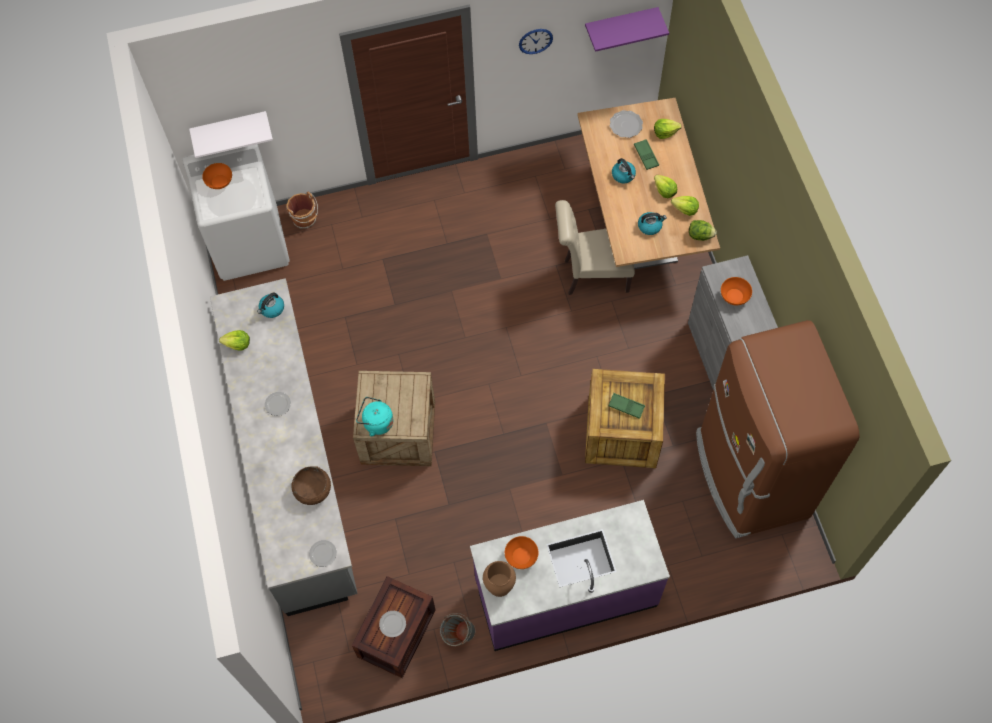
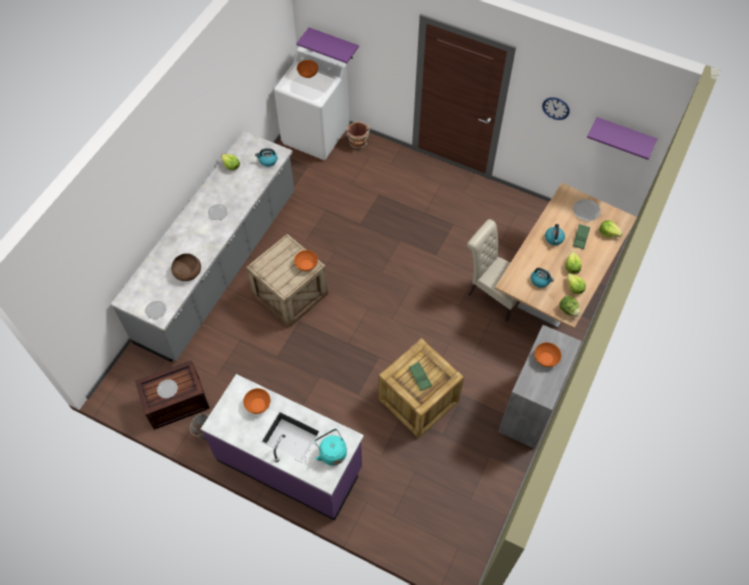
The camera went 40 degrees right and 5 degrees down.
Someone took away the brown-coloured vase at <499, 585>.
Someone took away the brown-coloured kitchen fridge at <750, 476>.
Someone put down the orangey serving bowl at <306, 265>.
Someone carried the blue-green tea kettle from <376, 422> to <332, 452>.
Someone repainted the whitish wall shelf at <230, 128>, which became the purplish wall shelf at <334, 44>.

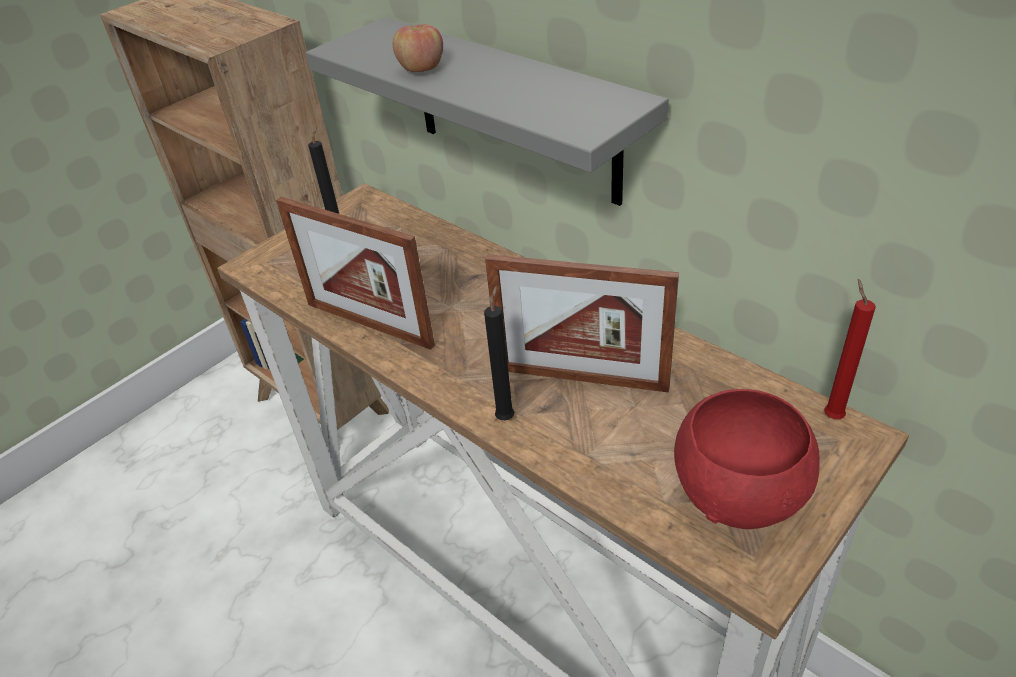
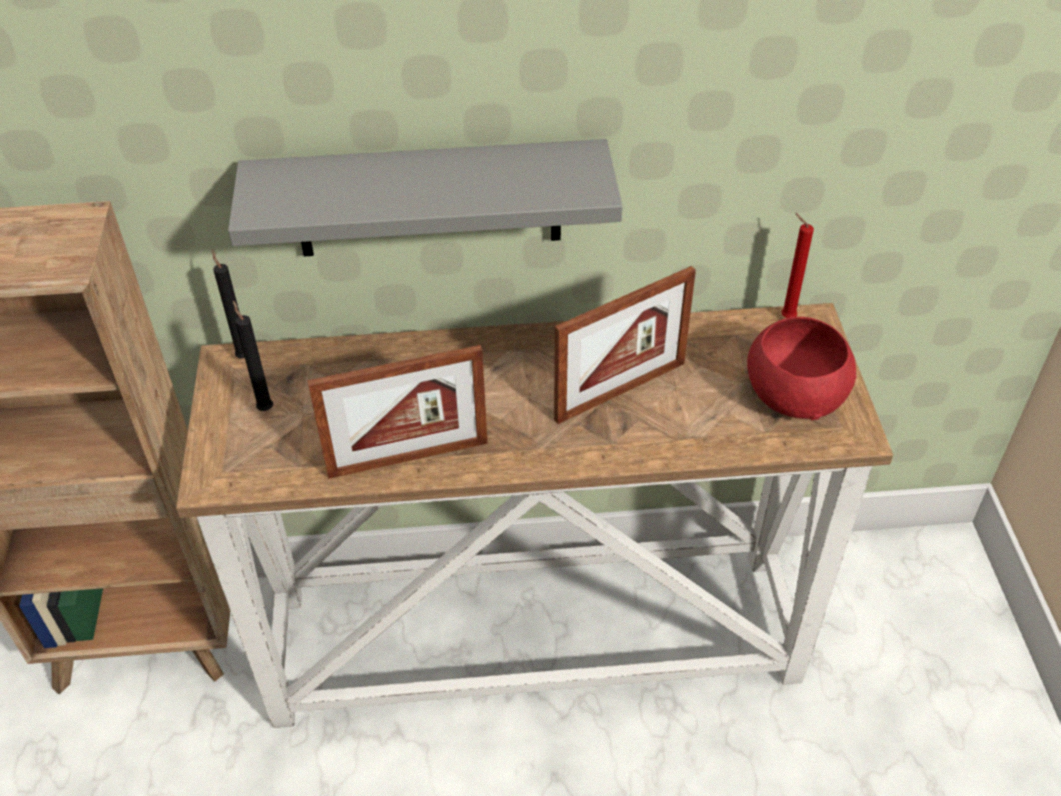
The camera went 50 degrees left and 5 degrees up.
Someone took away the whole apple at <421, 69>.
Someone carried the black wax candle from <506, 416> to <243, 356>.

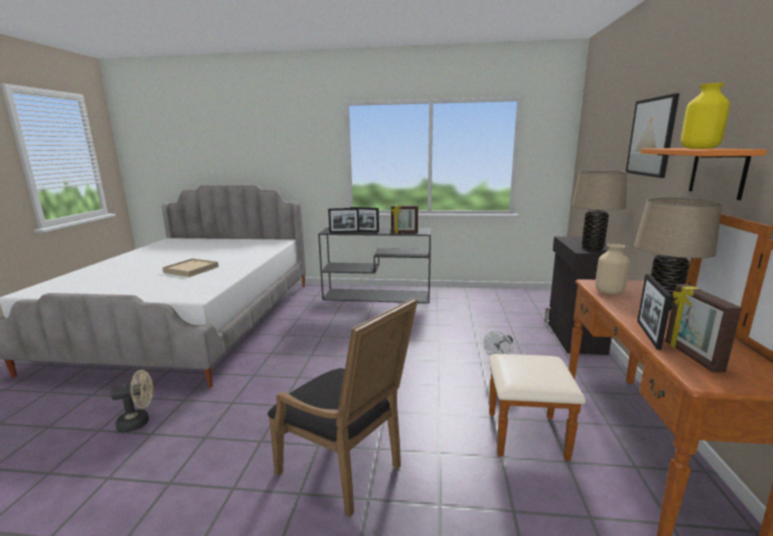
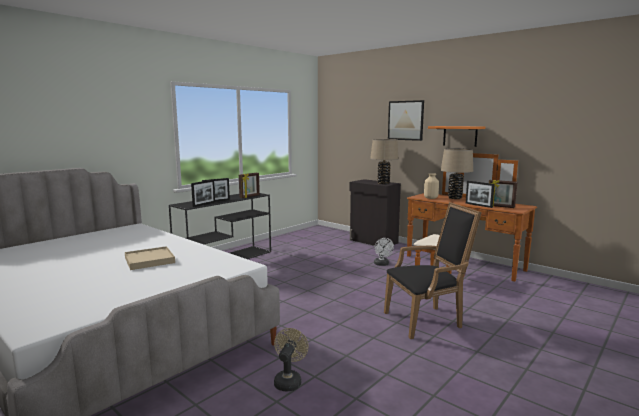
The camera went 55 degrees left and 5 degrees down.
Someone took away the yellow vase at <698, 148>.

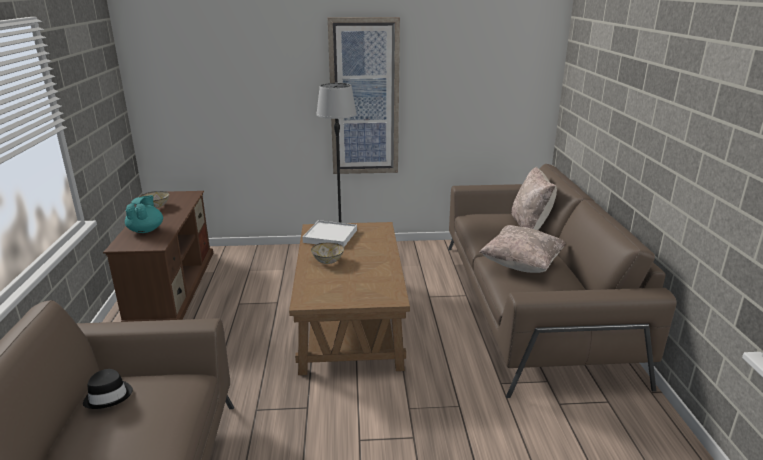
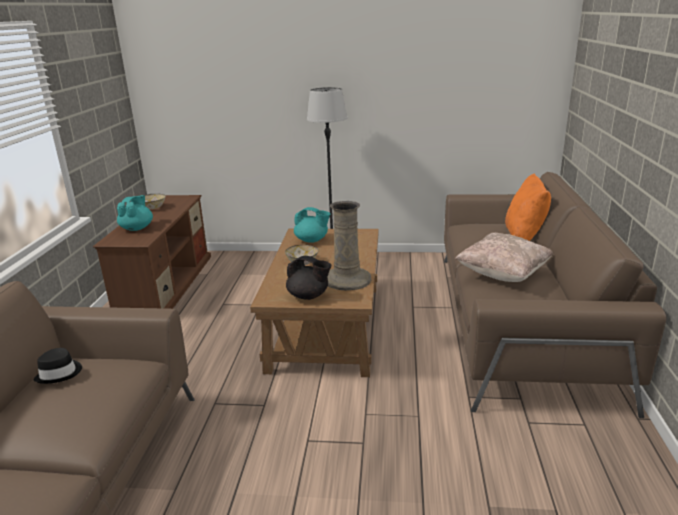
The camera went 10 degrees right and 0 degrees up.
Someone took away the picture at <364, 98>.
Someone put down the black pot for tea at <308, 296>.
Someone put down the beige vase at <347, 280>.
Someone swapped the whitish carrying tray at <330, 236> for the blue-green pot for tea at <312, 240>.
Someone repainted the beige cushion at <530, 226>, which became the orangey cushion at <524, 237>.

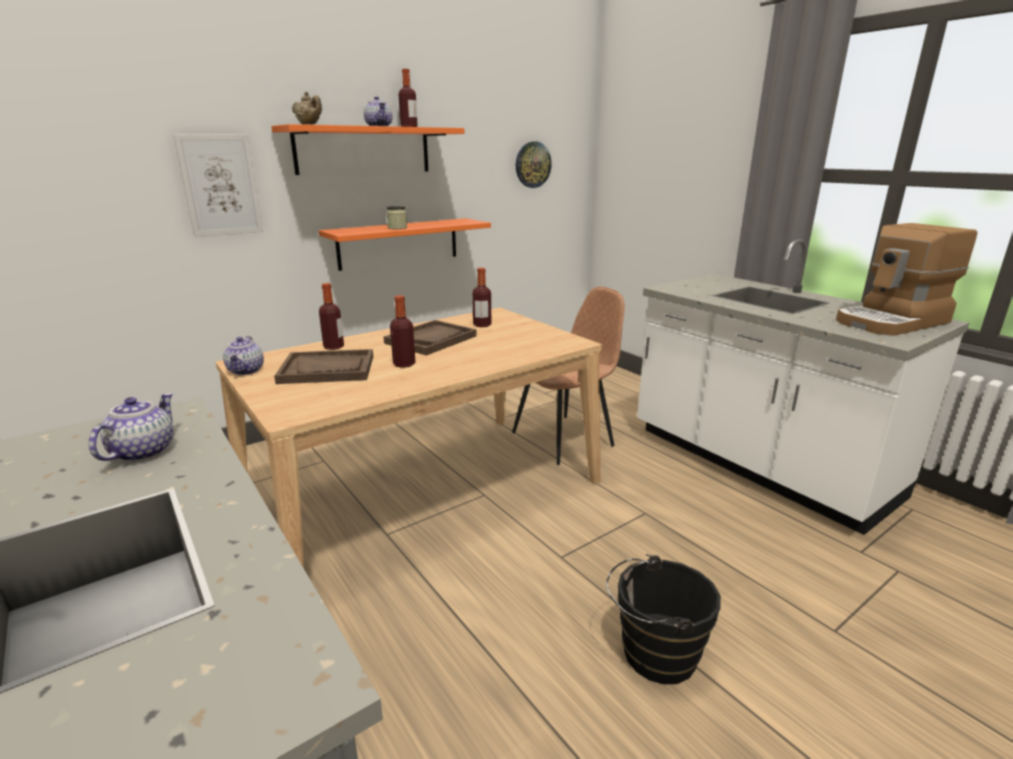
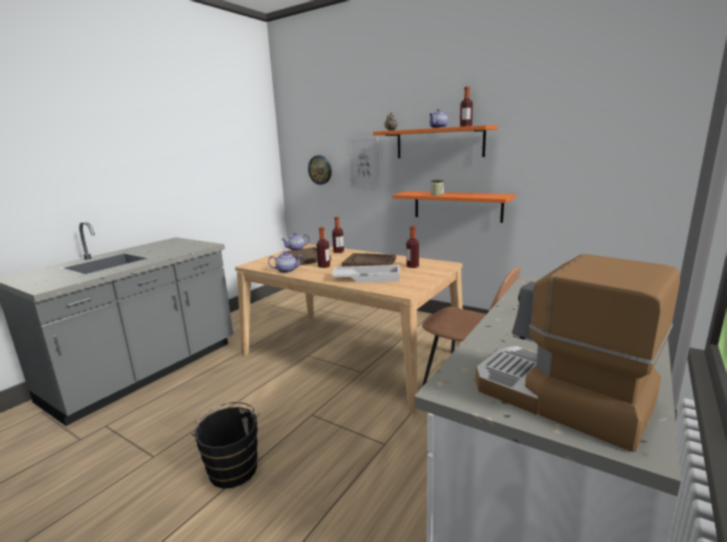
The camera went 70 degrees right and 5 degrees down.
Someone put down the whitish carrying tray at <367, 278>.
Someone carried the pot for tea from <143, 451> to <286, 270>.
Someone carried the wall clock from <532, 164> to <320, 170>.

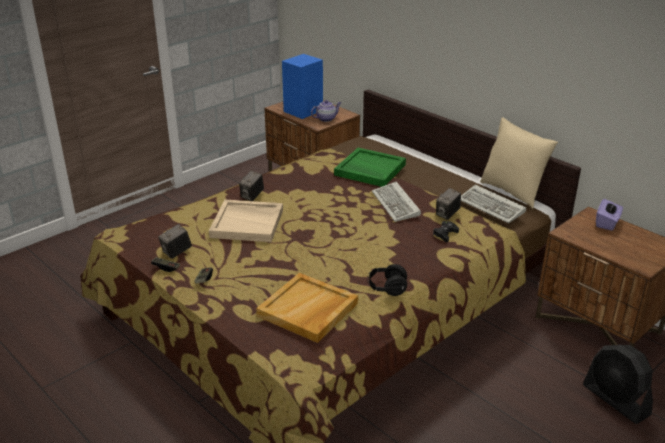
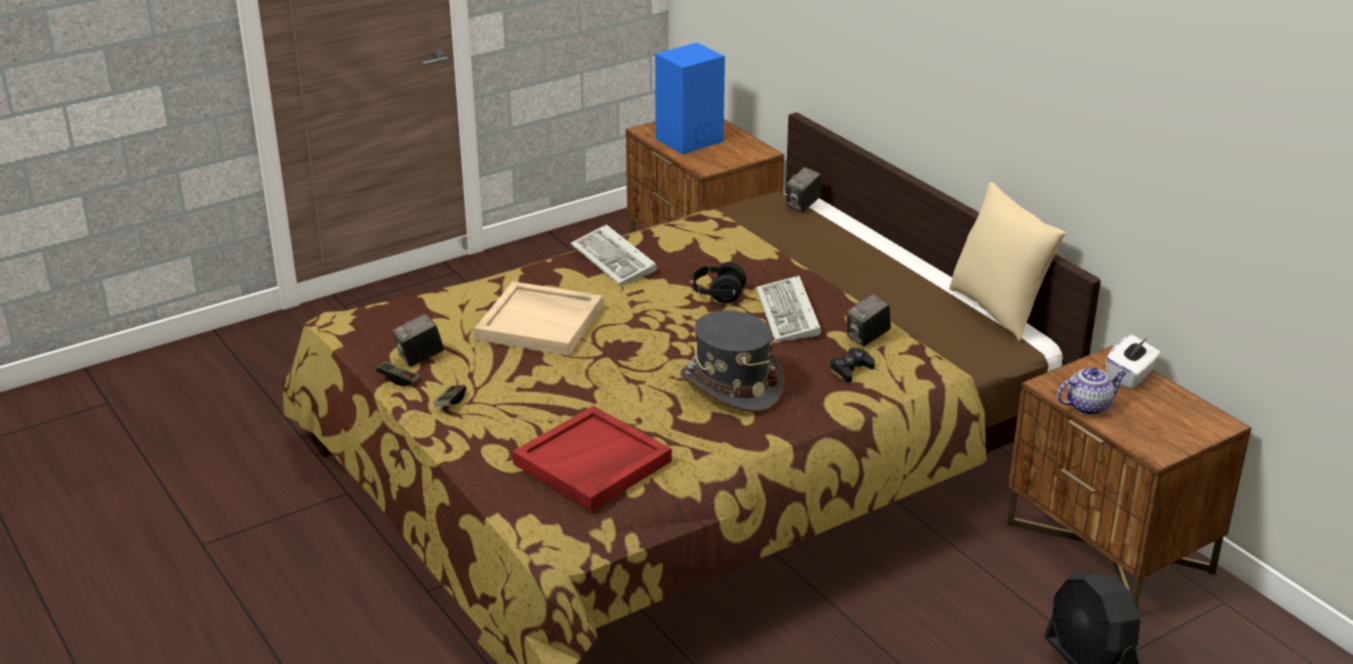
The camera went 10 degrees right and 0 degrees up.
Someone took away the green carrying tray at <369, 170>.
Someone put down the greyish wearable hat at <731, 385>.
Someone carried the photo camera from <252, 196> to <803, 205>.
Someone carried the pot for tea from <326, 119> to <1088, 406>.
Someone carried the black headphones from <386, 289> to <717, 295>.
Someone carried the PC keyboard from <492, 207> to <615, 260>.
Someone repainted the beige carrying tray at <308, 310>, which became the red carrying tray at <592, 463>.
Someone repainted the purplish box of tissues at <607, 223>, which became the whitish box of tissues at <1130, 376>.

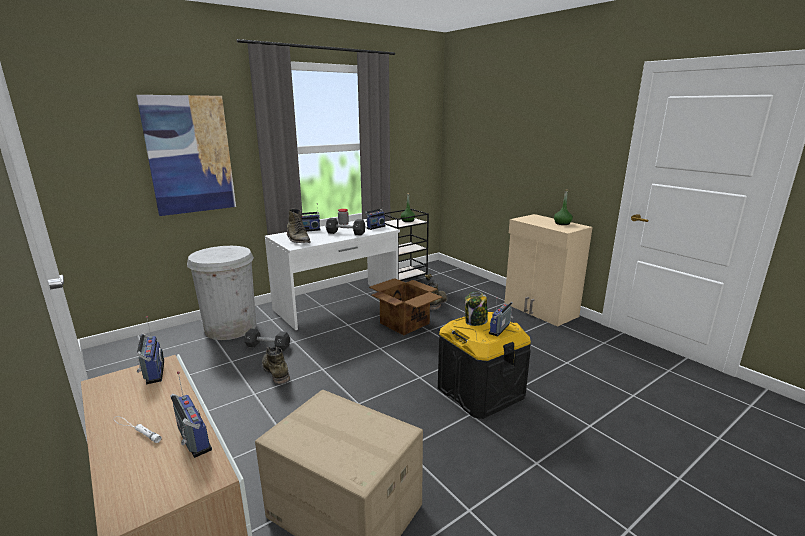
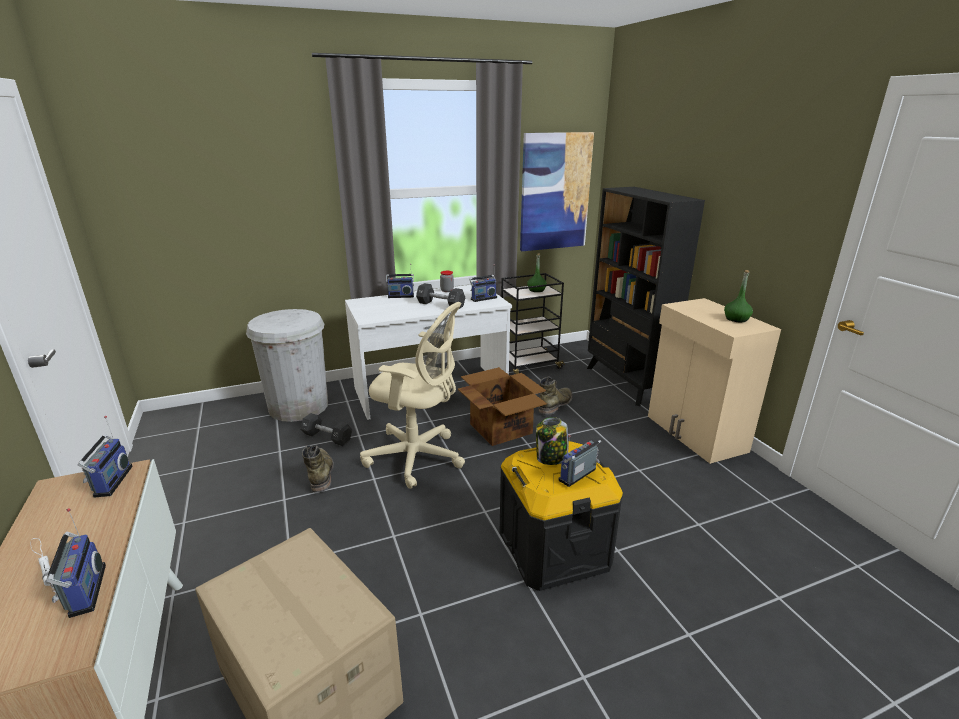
The camera went 15 degrees right and 5 degrees up.
Someone took away the green tall boot at <298, 240>.
Someone put down the beige desk chair at <418, 458>.
Someone put down the black bookcase at <625, 383>.
Someone carried the picture from <189, 155> to <555, 192>.

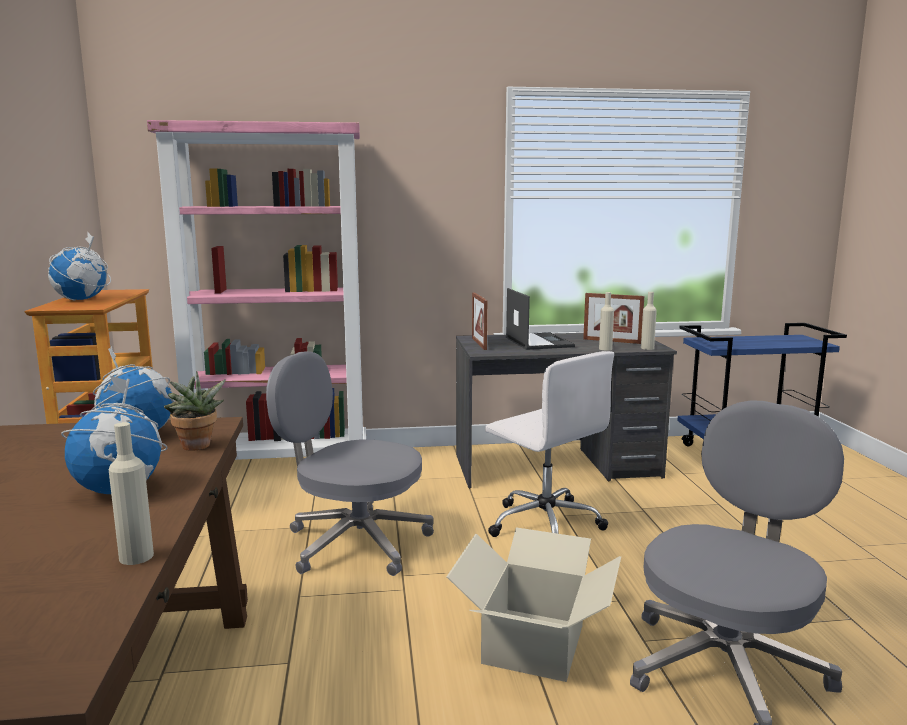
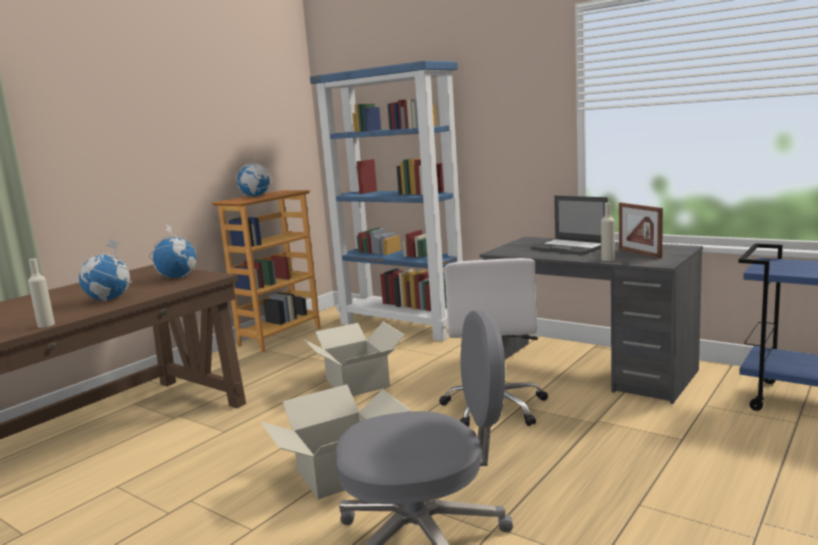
The camera went 45 degrees right and 0 degrees up.
Someone took away the houseplant at <197, 447>.
Someone took away the photo frame at <479, 344>.
Someone took away the beige bottle at <647, 348>.
Someone swapped the greyish desk chair at <354, 542> for the cardboard box at <358, 383>.
Someone repainted the pink-coloured bookcase at <281, 465>, which became the blue-coloured bookcase at <403, 325>.
Someone rotated the laptop at <538, 342> by 105 degrees clockwise.

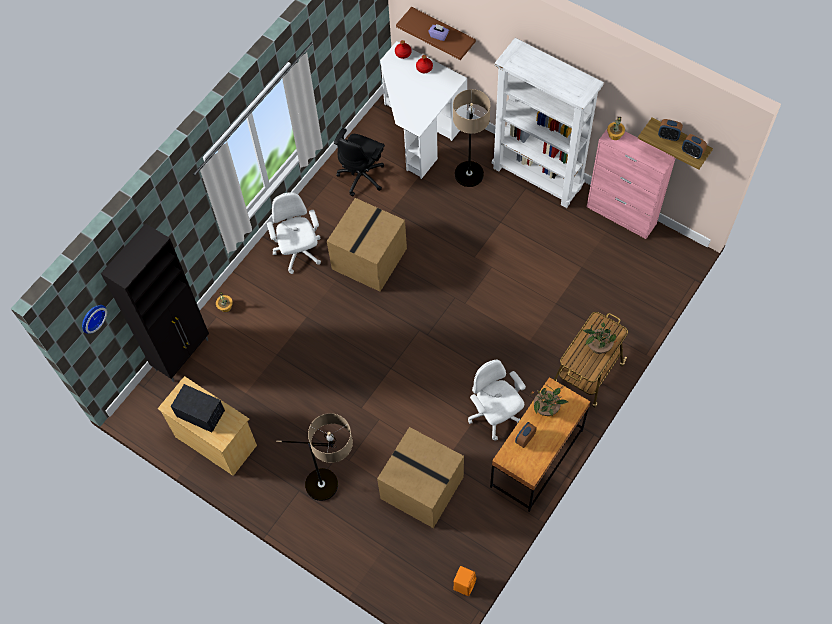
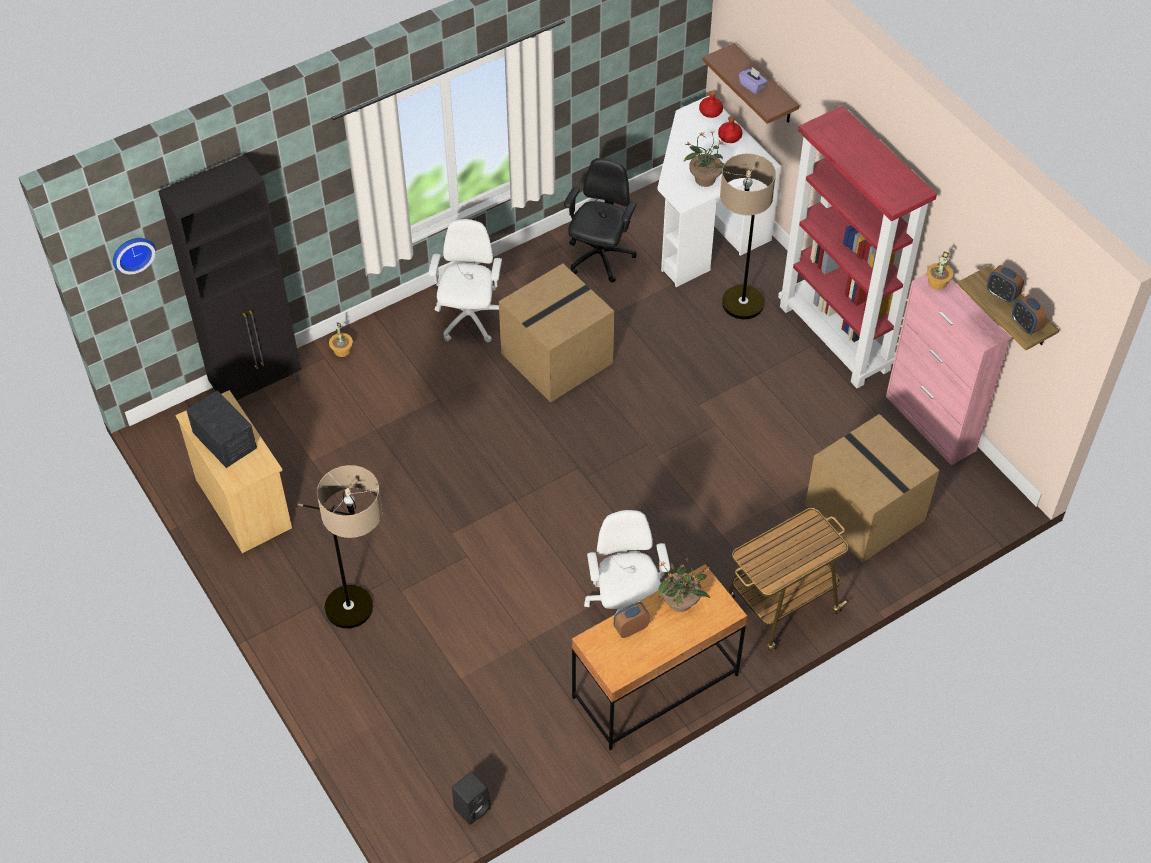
The camera went 20 degrees right and 10 degrees down.
Someone carried the cardboard box from <420, 488> to <863, 512>.
Someone carried the houseplant from <598, 346> to <704, 179>.
Someone repainted the orangey loudspeaker at <464, 584>, which became the black loudspeaker at <472, 807>.
Someone repainted the whitish bookcase at <538, 178>, which became the red bookcase at <836, 338>.
Someone rotated the black desk chair at <362, 176> by 150 degrees clockwise.

